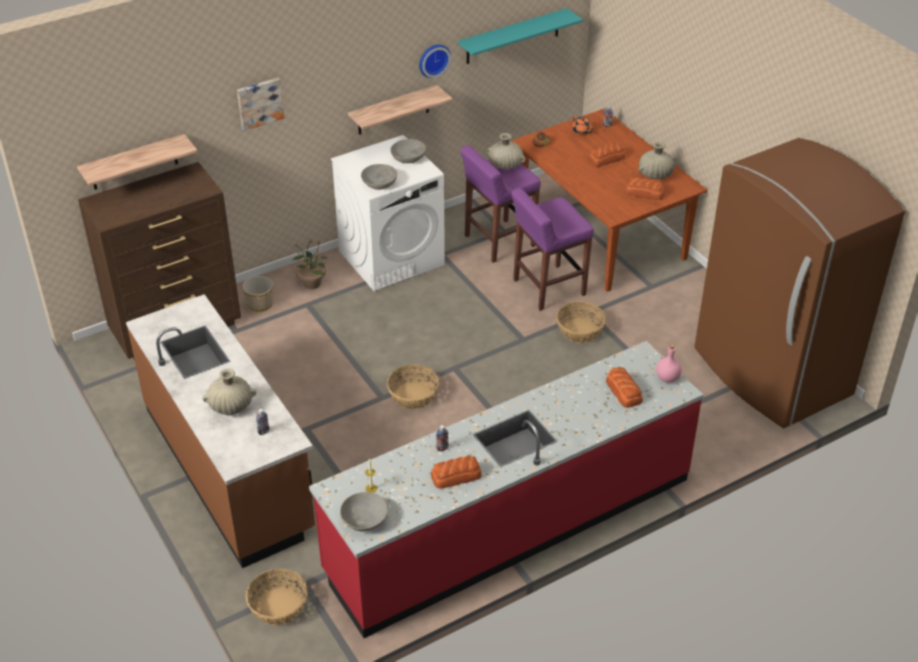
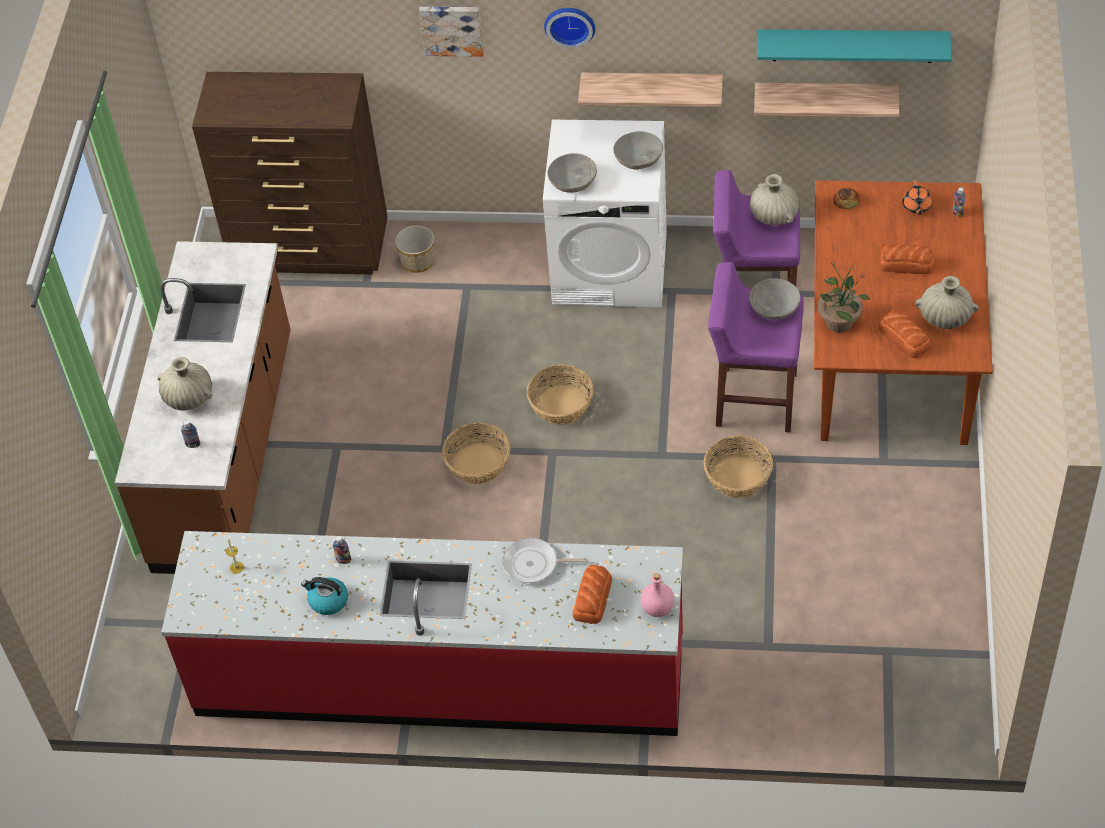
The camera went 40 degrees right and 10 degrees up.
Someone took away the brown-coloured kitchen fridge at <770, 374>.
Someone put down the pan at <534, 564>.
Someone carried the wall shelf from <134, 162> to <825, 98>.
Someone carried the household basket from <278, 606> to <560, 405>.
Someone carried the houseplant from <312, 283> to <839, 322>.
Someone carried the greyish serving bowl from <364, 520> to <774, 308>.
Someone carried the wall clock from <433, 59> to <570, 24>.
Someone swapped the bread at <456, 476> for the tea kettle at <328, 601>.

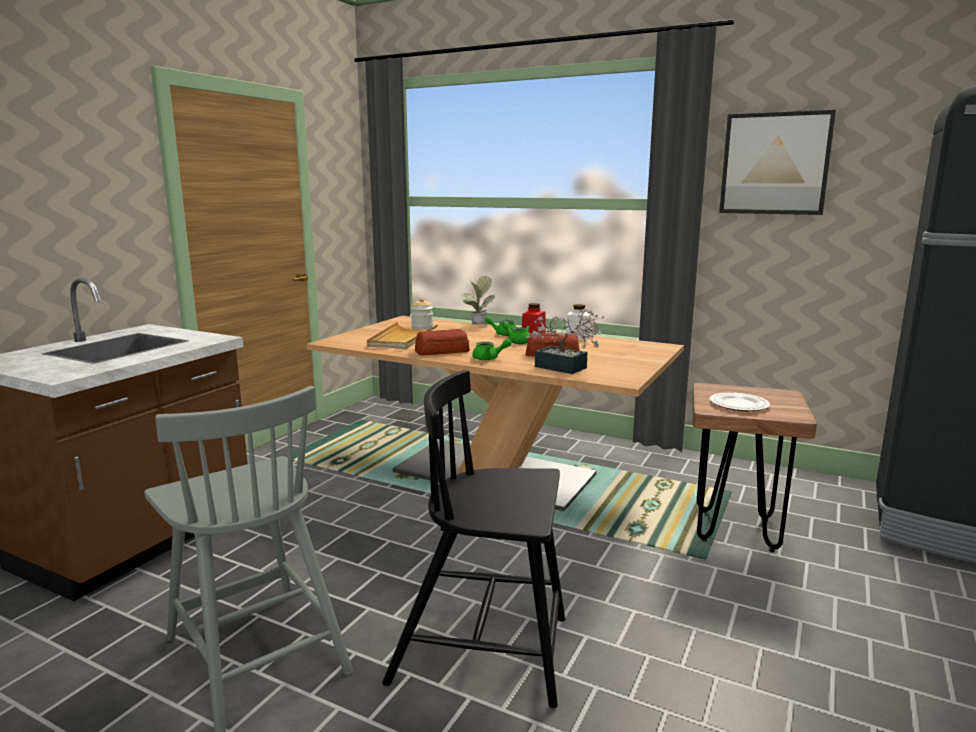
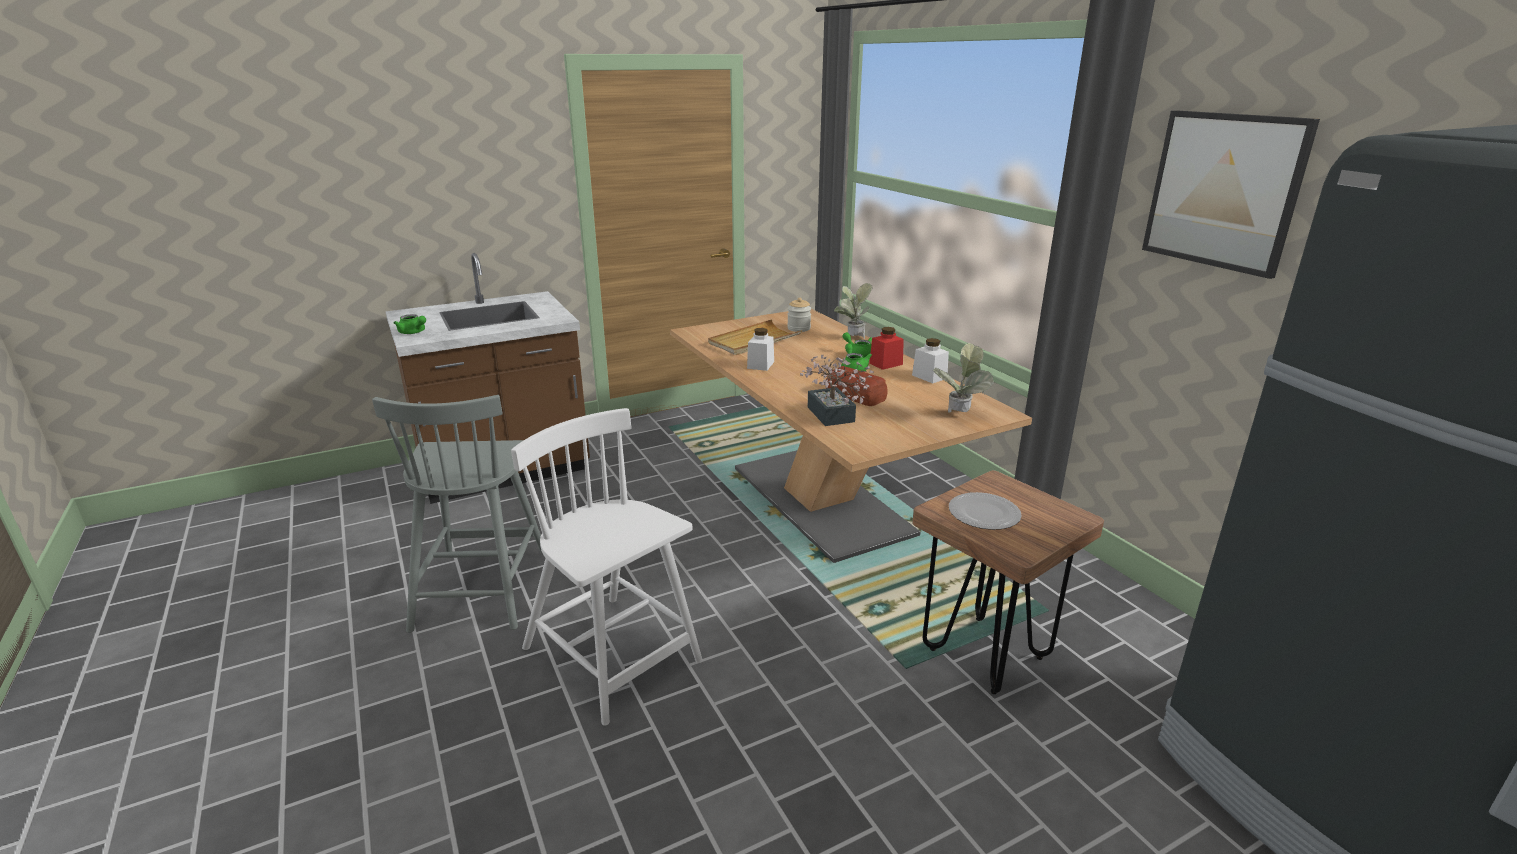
The camera went 35 degrees right and 10 degrees up.
Someone put down the houseplant at <959, 416>.
Someone carried the green pot for tea from <489, 358> to <413, 332>.
Someone swapped the bread at <441, 351> for the whitish jar at <760, 365>.
Someone repainted the black upright chair at <484, 651>, which became the whitish upright chair at <613, 657>.

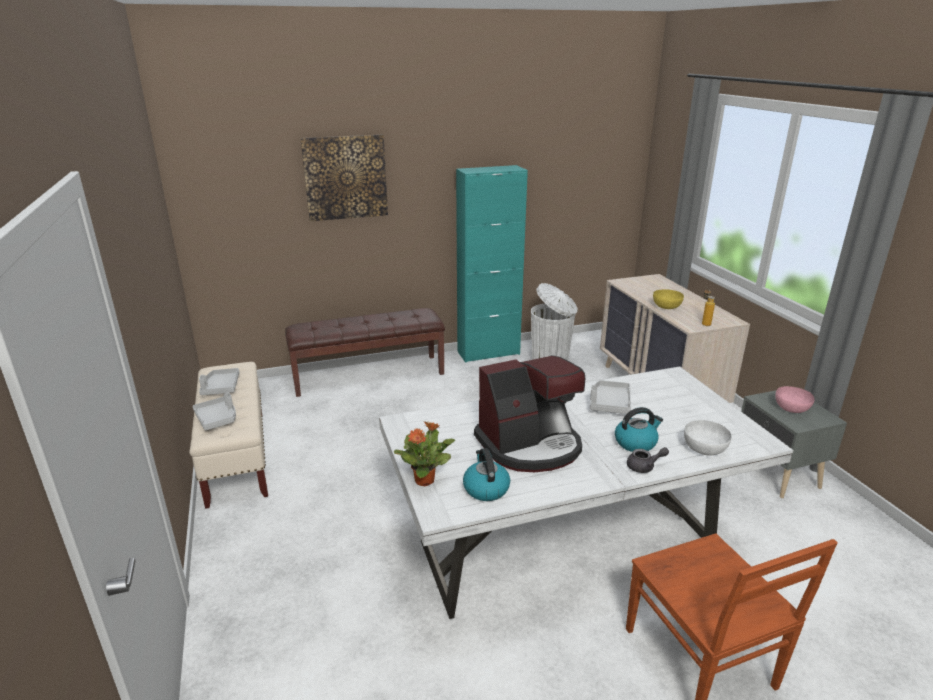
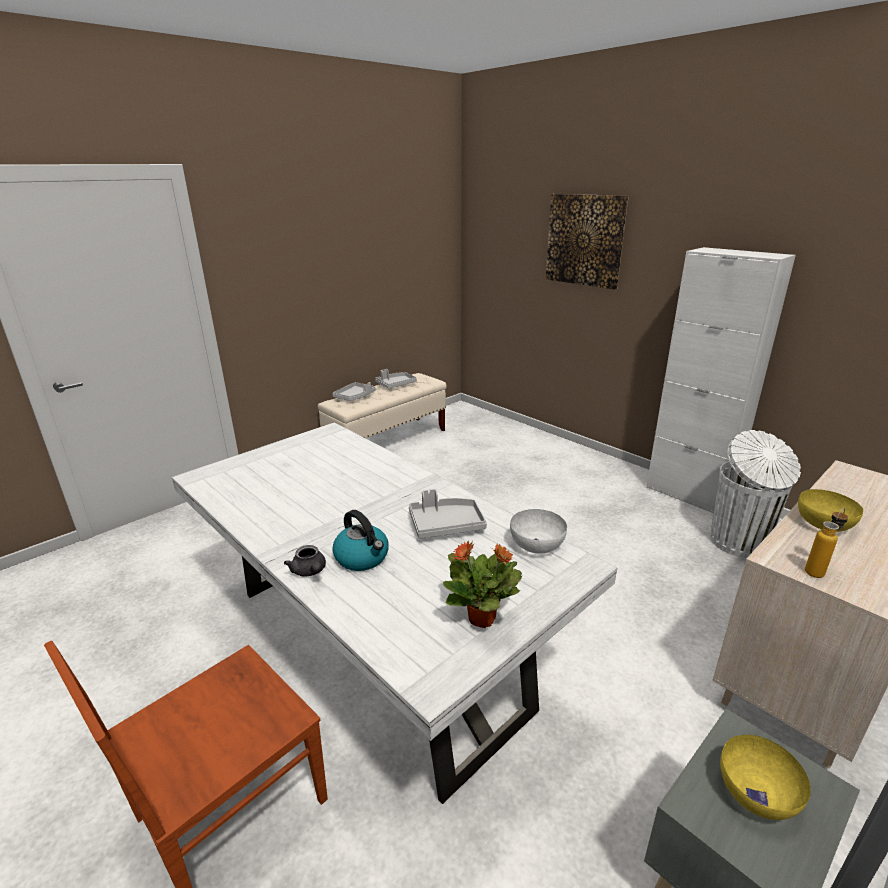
The camera went 65 degrees right and 0 degrees up.
Someone took away the brown-coloured long seat at <368, 374>.
Someone took away the tea kettle at <485, 488>.
Someone took away the coffee maker at <530, 445>.
Someone carried the houseplant from <425, 480> to <483, 618>.
Someone carried the whitish serving bowl from <705, 449> to <536, 545>.
Someone repainted the blue-green cupboard at <488, 353>, which became the whitish cupboard at <688, 495>.
Someone repainted the pink-coloured serving bowl at <791, 408>, which became the yellow serving bowl at <757, 792>.

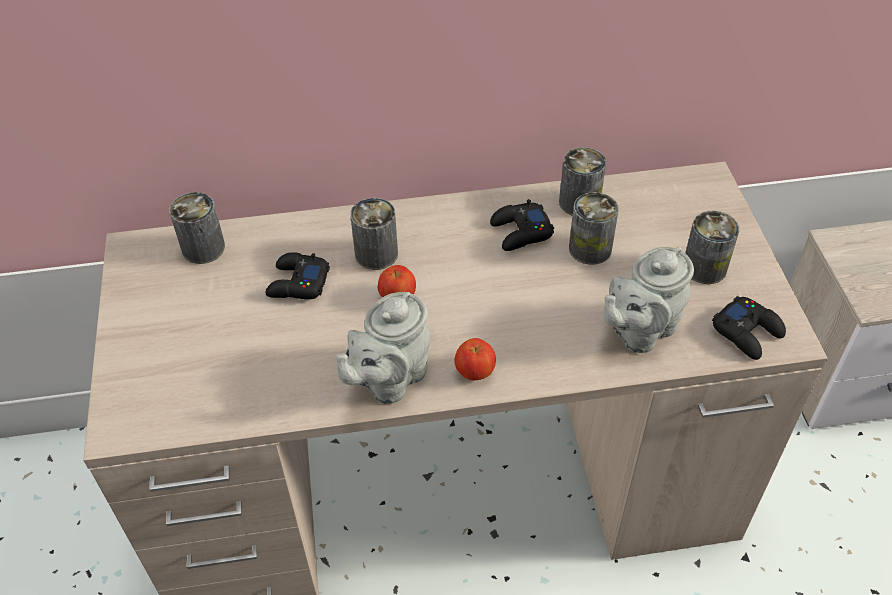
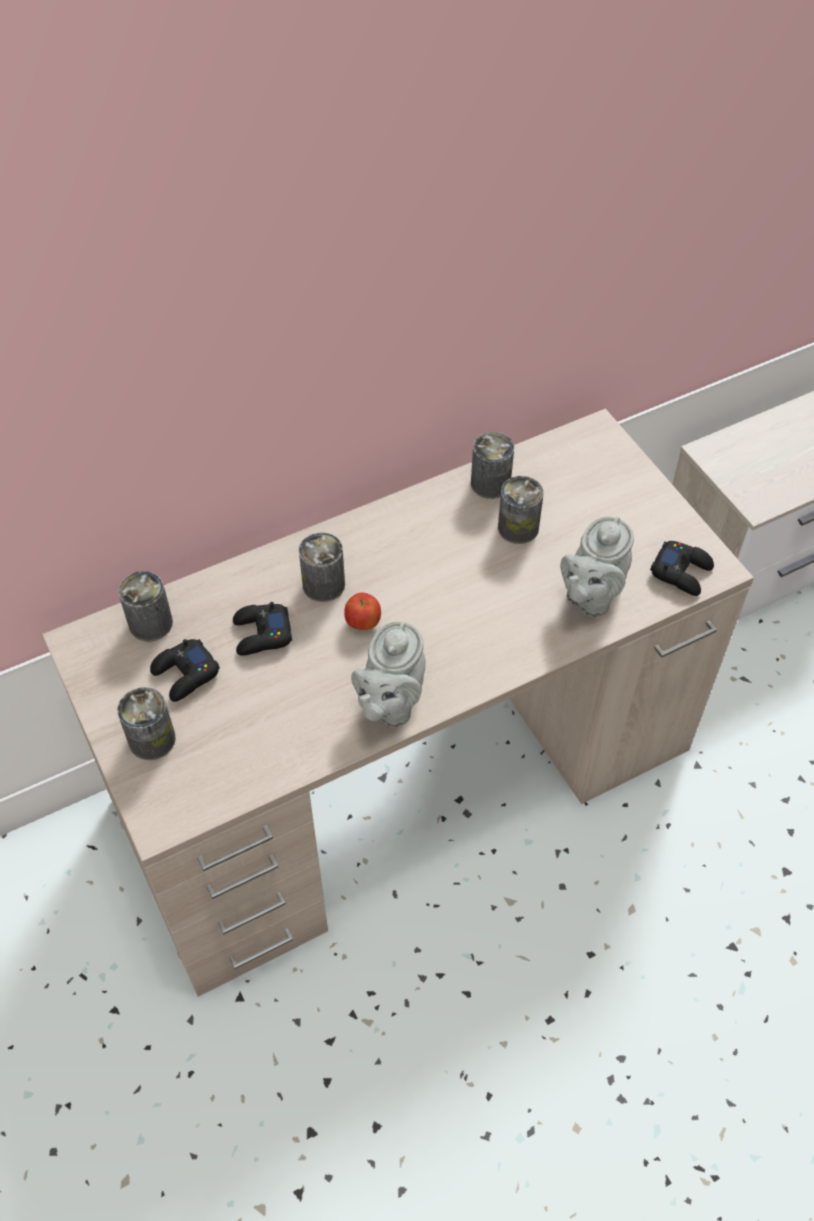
The camera went 20 degrees left and 5 degrees up.
Someone took away the whole apple at <475, 372>.
Someone carried the black gamepad from <521, 232> to <185, 674>.
Someone carried the sealed can from <704, 267> to <152, 739>.

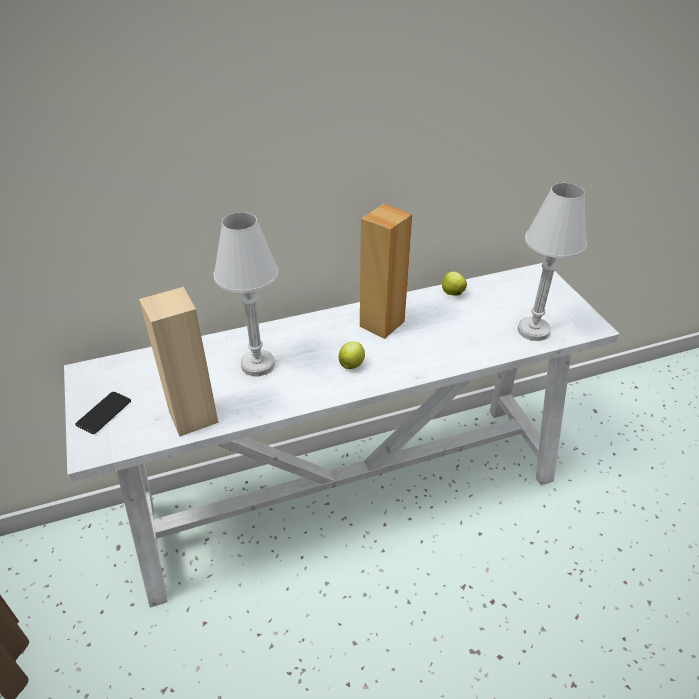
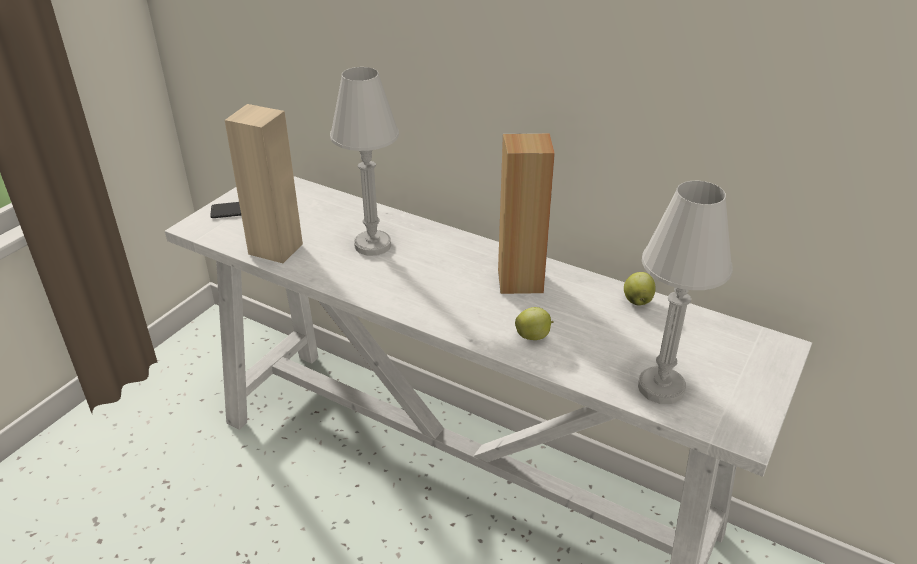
The camera went 50 degrees right and 5 degrees down.
Someone carried the whole apple from <351, 364> to <533, 336>.

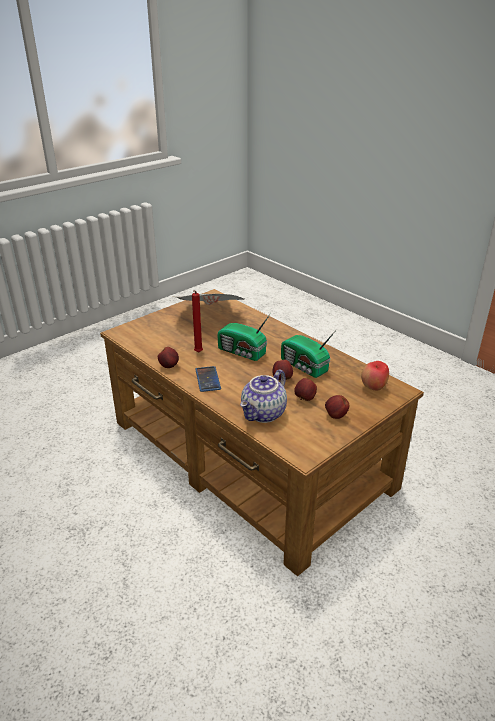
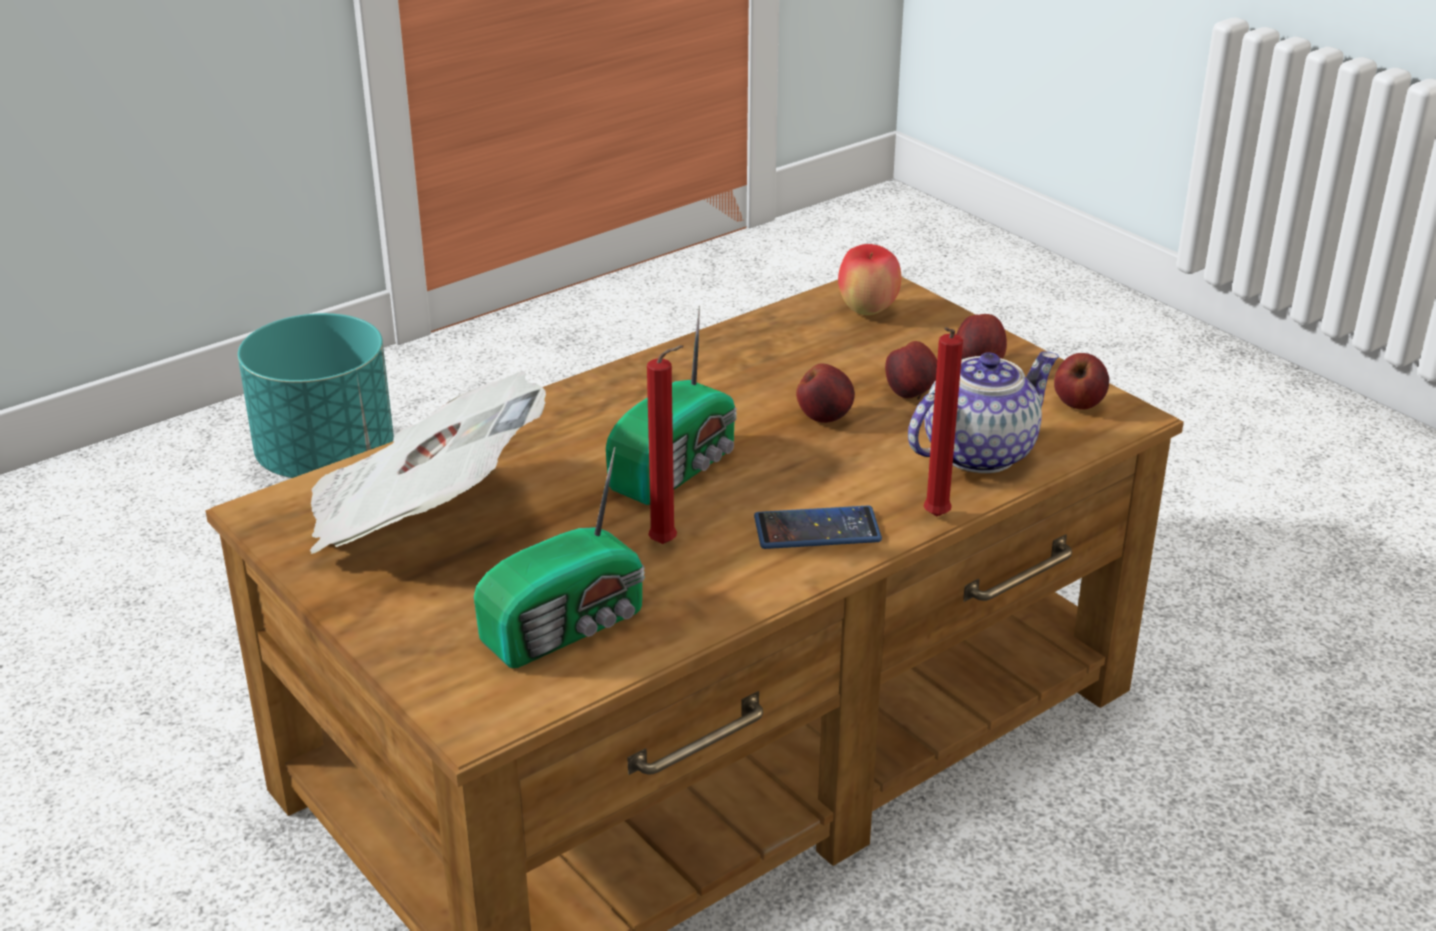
The camera went 85 degrees left and 0 degrees up.
Someone put down the blue-green plant pot at <327, 460>.
Someone put down the red wax candle at <934, 518>.
Someone carried the whole apple from <169, 366> to <1078, 404>.
Someone carried the radio from <304, 367> to <569, 627>.
Someone rotated the pot for tea at <264, 414> by 75 degrees counterclockwise.

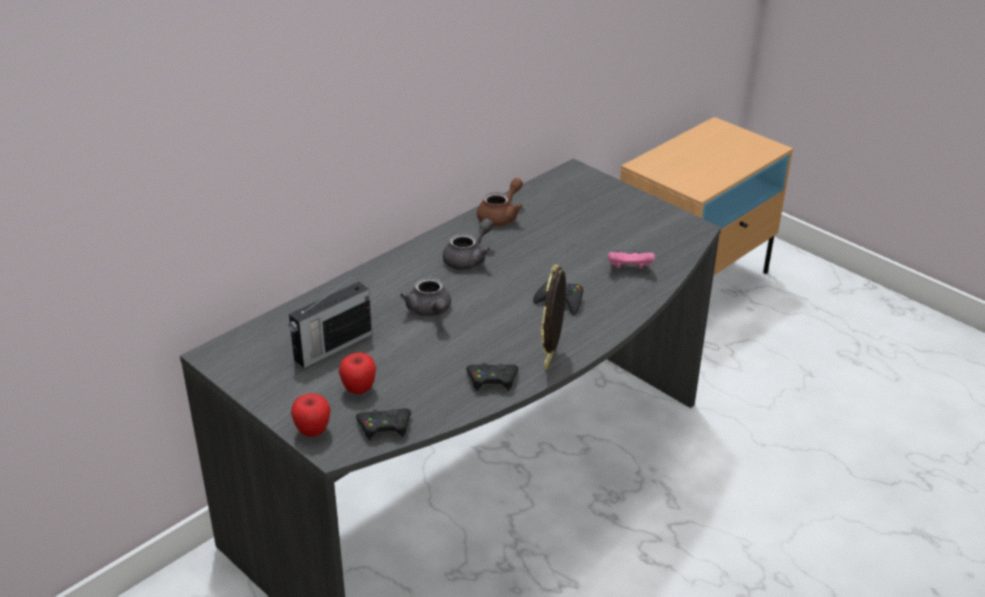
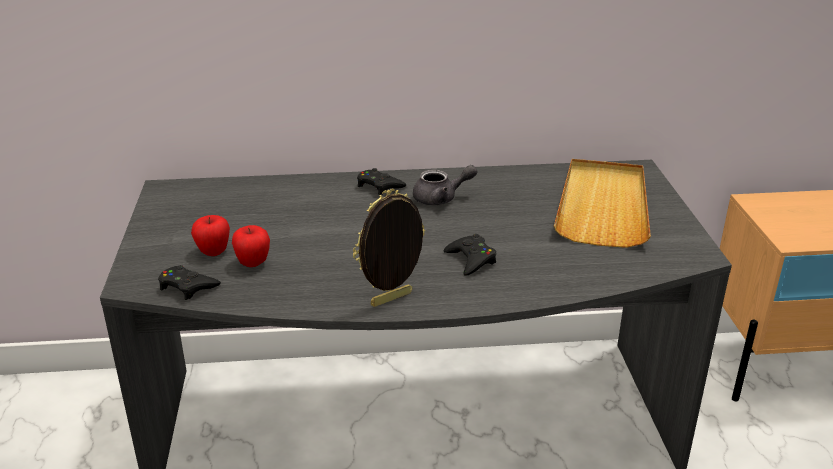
The camera went 40 degrees right and 5 degrees down.
Someone took away the radio at <332, 347>.
Someone took away the greyish pot for tea at <430, 311>.
Someone took away the brown-coloured pot for tea at <501, 216>.
Someone took away the pink-coloured gamepad at <629, 269>.
Someone put down the beige carrying tray at <603, 206>.
Someone carried the whole apple from <313, 431> to <253, 263>.
Someone carried the black gamepad from <492, 380> to <379, 186>.

